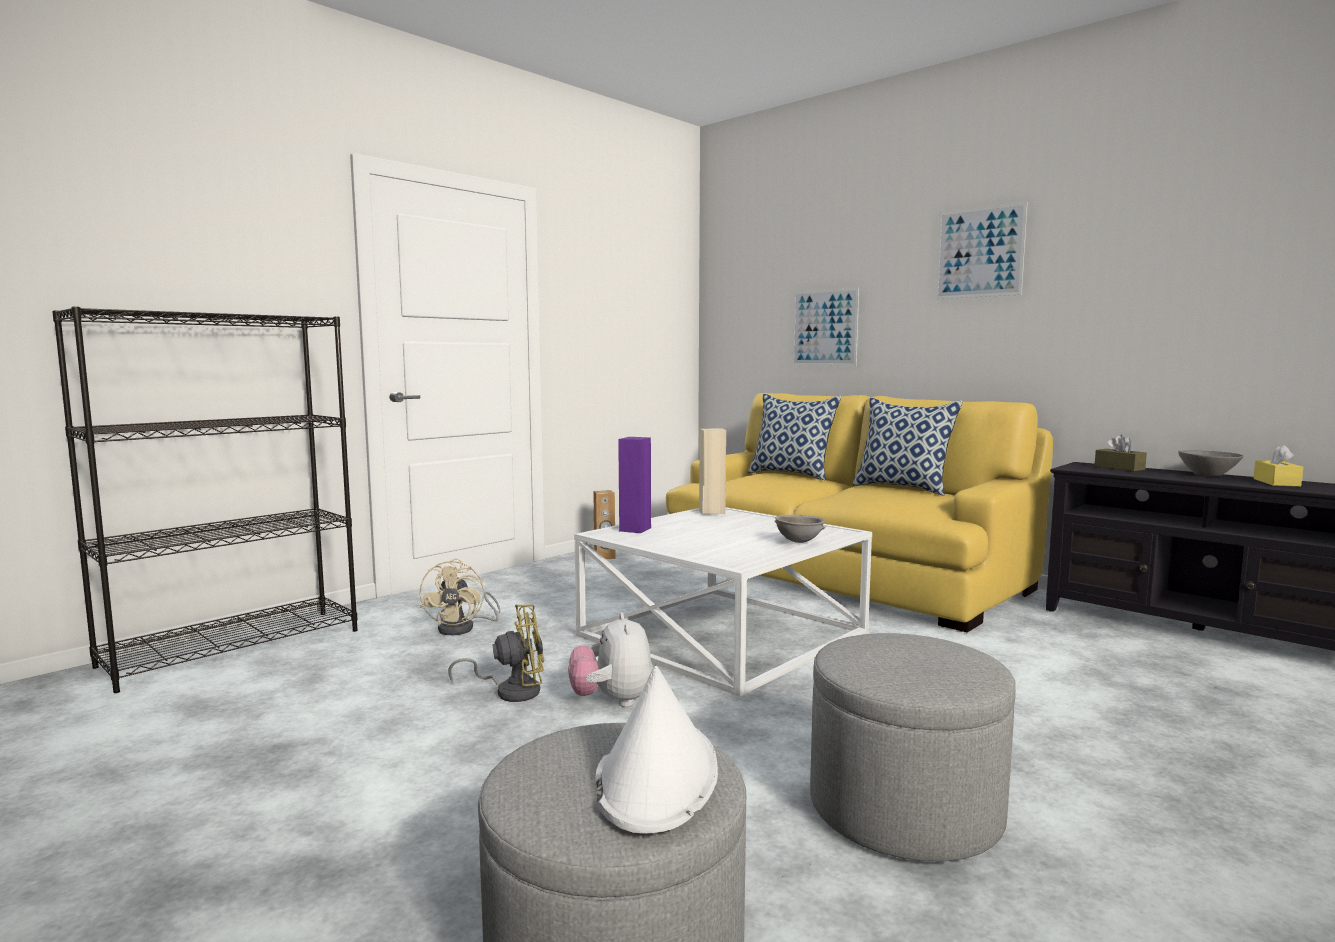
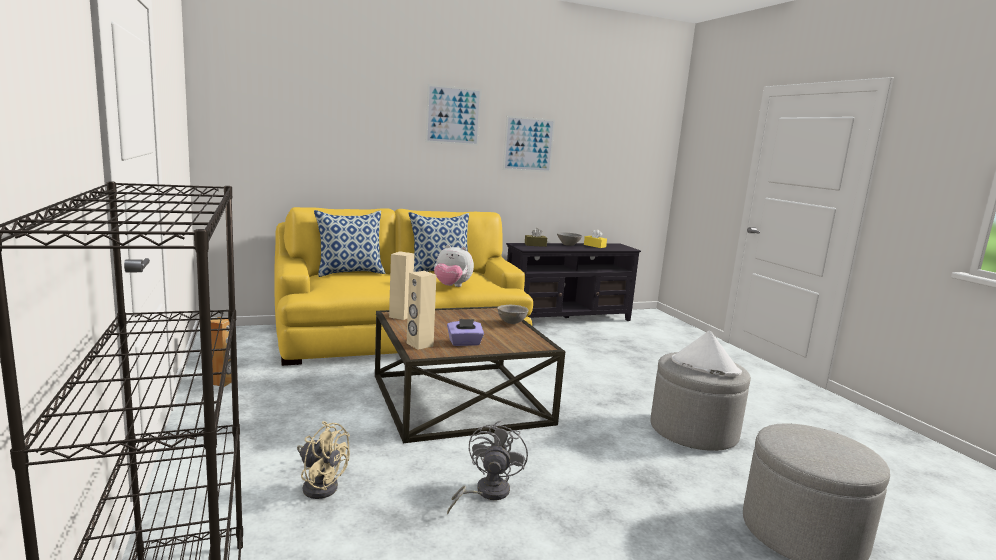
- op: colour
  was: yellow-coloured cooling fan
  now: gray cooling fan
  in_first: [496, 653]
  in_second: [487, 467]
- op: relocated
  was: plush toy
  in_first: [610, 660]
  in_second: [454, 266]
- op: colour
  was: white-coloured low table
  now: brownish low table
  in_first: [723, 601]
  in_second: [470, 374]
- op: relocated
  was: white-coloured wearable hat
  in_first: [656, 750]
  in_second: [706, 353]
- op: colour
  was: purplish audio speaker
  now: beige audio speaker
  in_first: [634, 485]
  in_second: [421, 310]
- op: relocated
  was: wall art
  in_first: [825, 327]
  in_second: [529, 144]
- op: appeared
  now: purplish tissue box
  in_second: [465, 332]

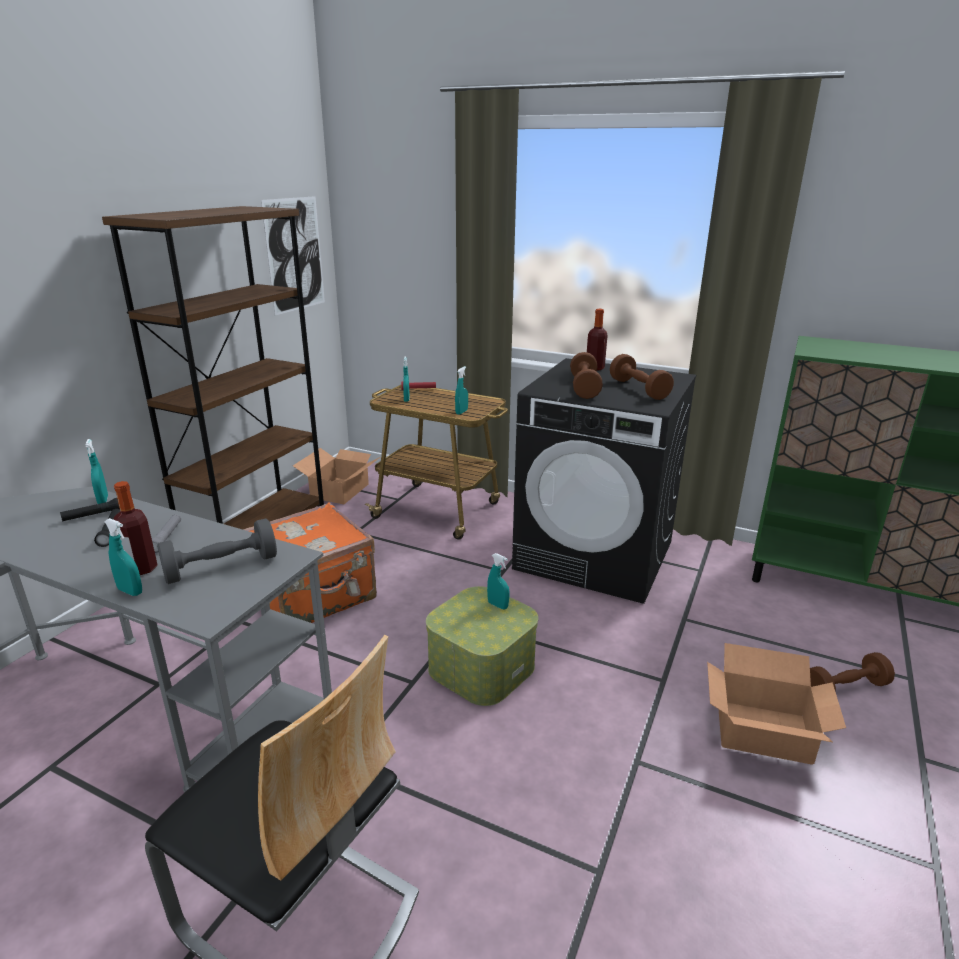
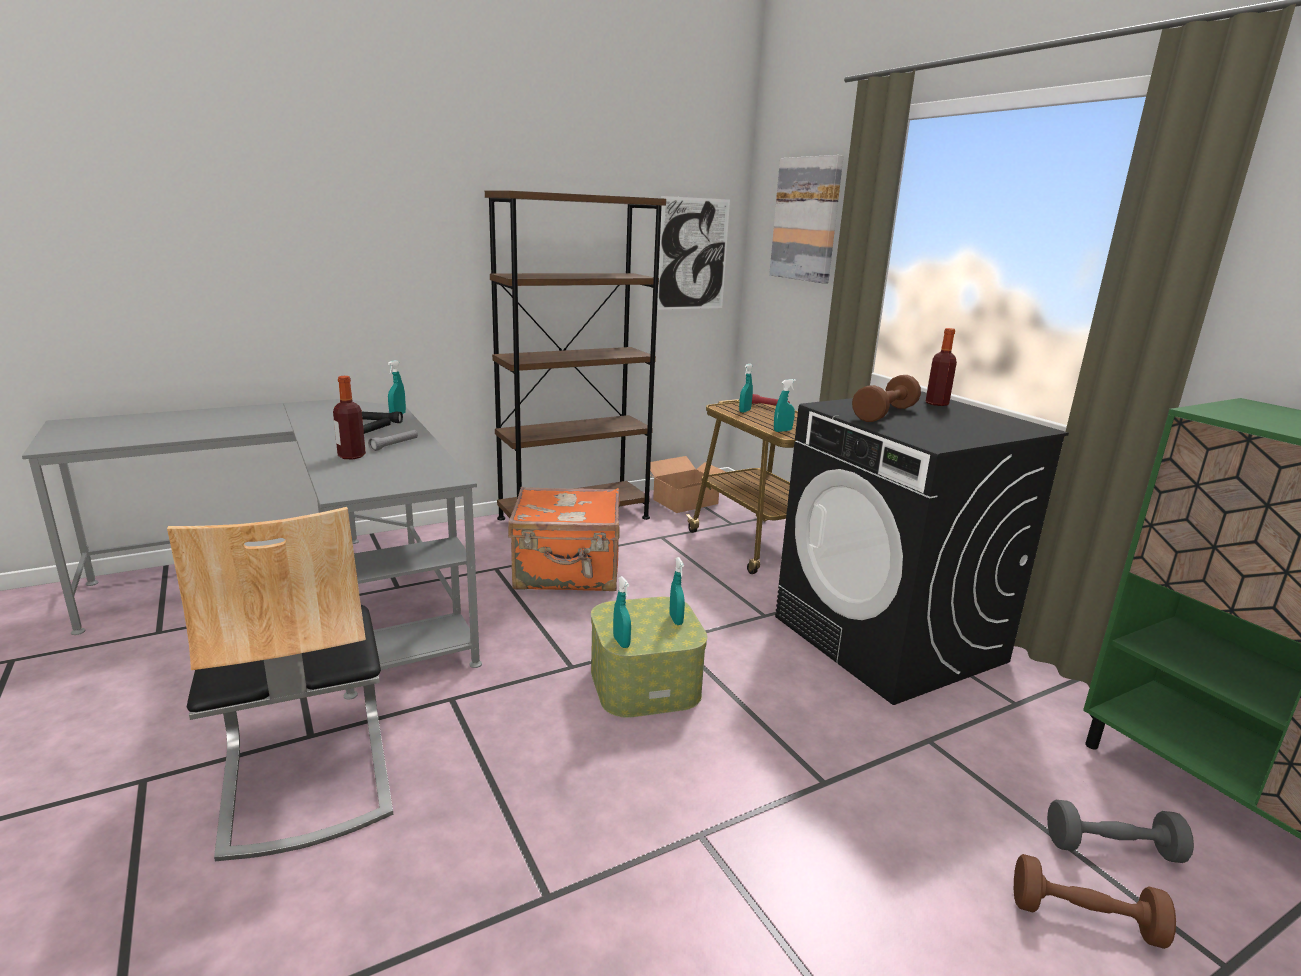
- op: relocated
  was: turquoise sprayer
  in_first: [123, 557]
  in_second: [622, 612]
- op: relocated
  was: gray dumbbell
  in_first: [217, 551]
  in_second: [1120, 831]
- op: missing
  was: brownish dumbbell
  in_first: [642, 377]
- op: missing
  was: packing box
  in_first: [776, 704]
- op: appeared
  now: wall art
  in_second: [806, 219]

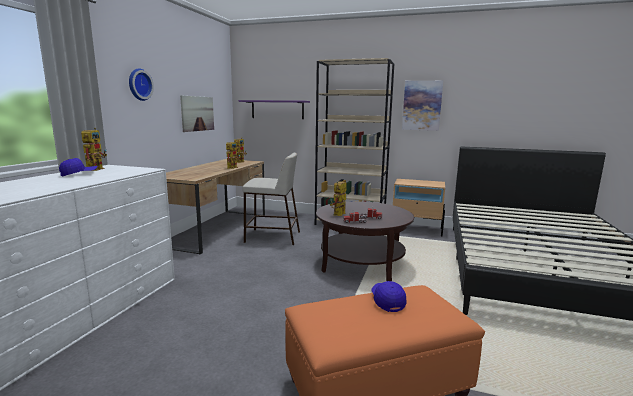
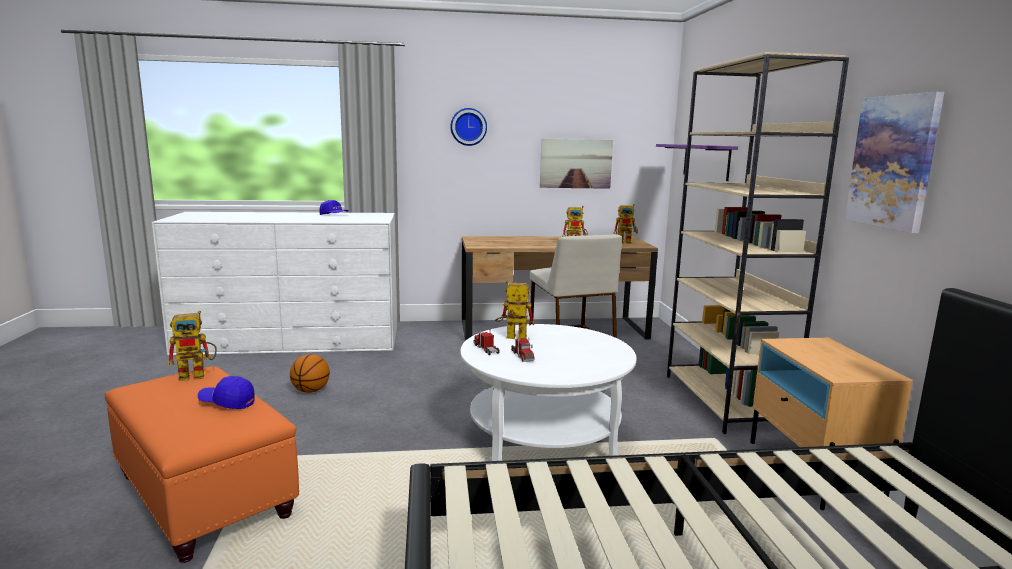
- op: relocated
  was: toy robot
  in_first: [94, 149]
  in_second: [192, 346]
- op: colour
  was: brownish low table
  now: white-coloured low table
  in_first: [365, 241]
  in_second: [548, 392]
- op: spun
  was: blue peaked cap
  in_first: [389, 296]
  in_second: [226, 392]
  clockwise: -135
- op: appeared
  now: basketball ball
  in_second: [310, 373]

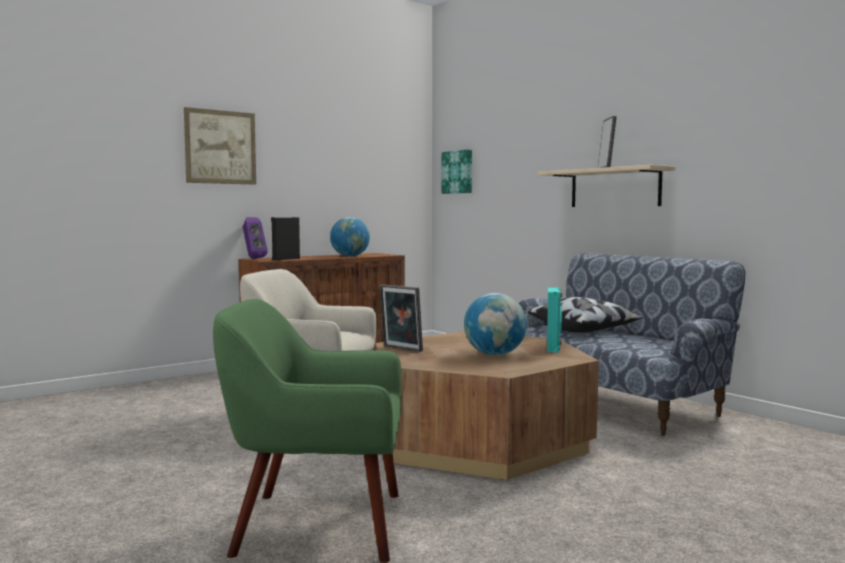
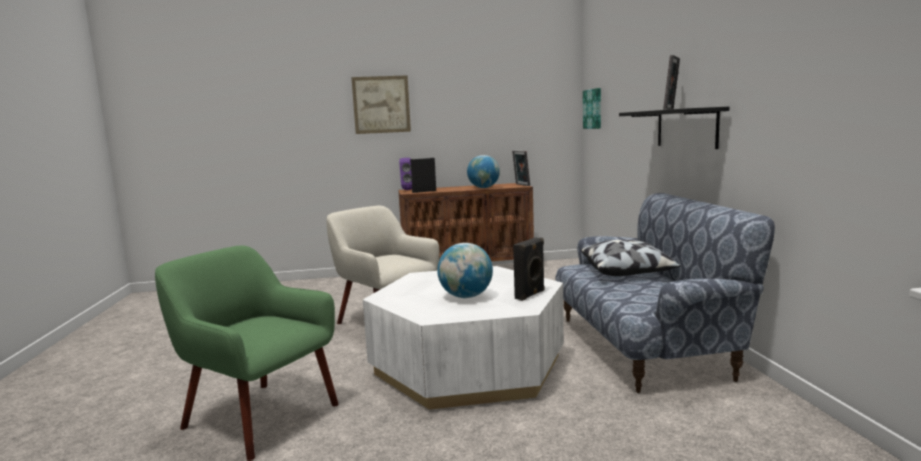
- op: colour
  was: brownish low table
  now: white-coloured low table
  in_first: [487, 406]
  in_second: [463, 338]
- op: relocated
  was: standing frame
  in_first: [401, 318]
  in_second: [521, 168]
- op: colour
  was: beige shelf
  now: blackish shelf
  in_first: [606, 186]
  in_second: [674, 128]
- op: colour
  was: turquoise audio speaker
  now: blackish audio speaker
  in_first: [554, 320]
  in_second: [529, 269]

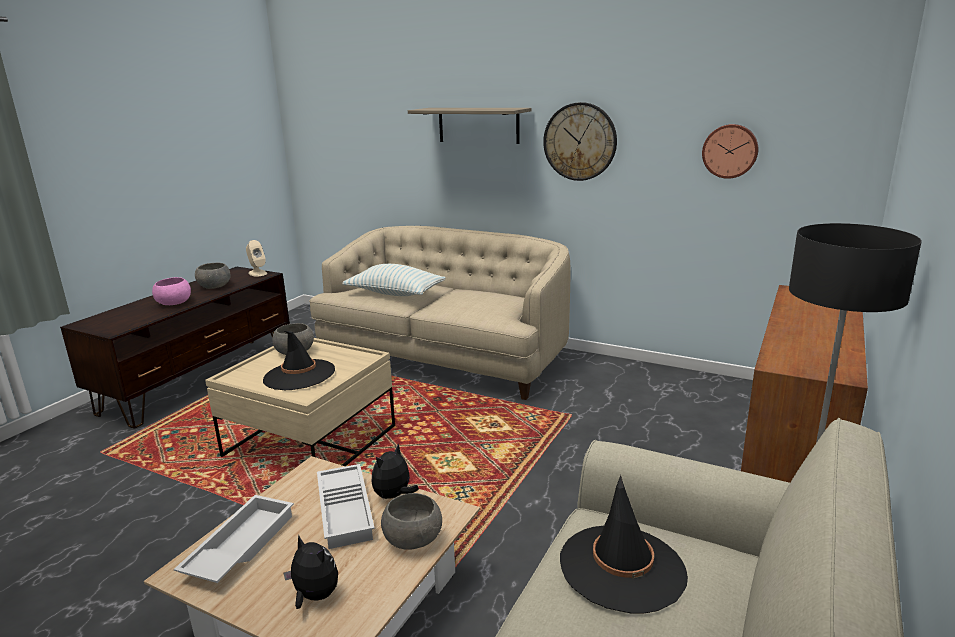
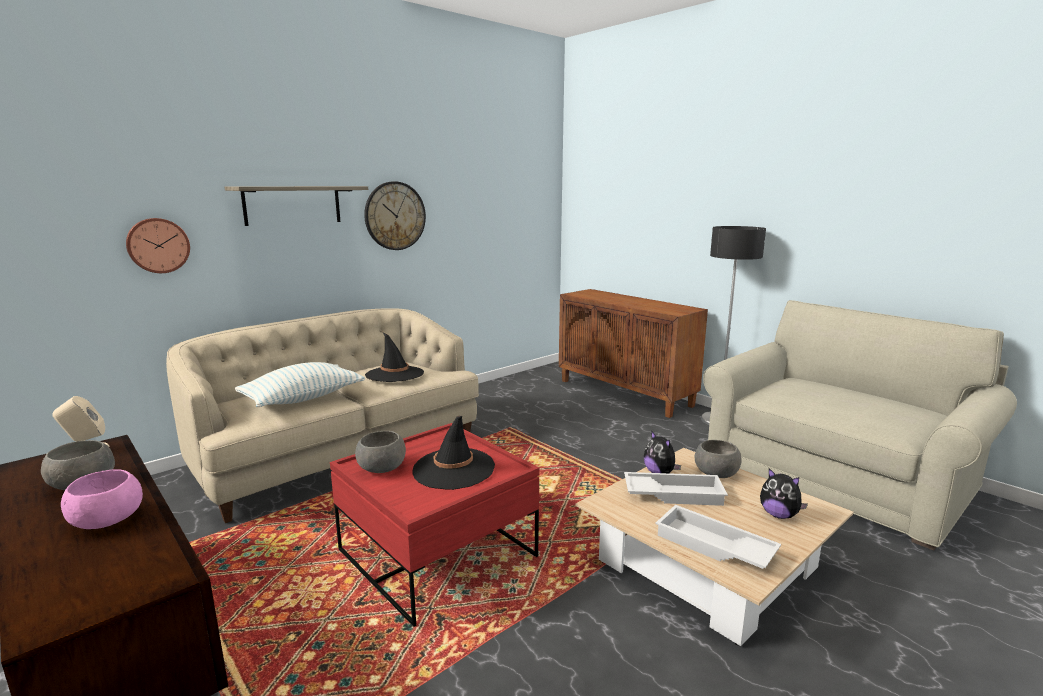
- op: colour
  was: beige low table
  now: red low table
  in_first: [300, 402]
  in_second: [434, 525]
- op: spun
  was: plush toy
  in_first: [310, 572]
  in_second: [784, 493]
  clockwise: -105
- op: relocated
  was: blackish wearable hat
  in_first: [624, 544]
  in_second: [394, 357]
- op: relocated
  was: hanging clock
  in_first: [730, 151]
  in_second: [158, 245]

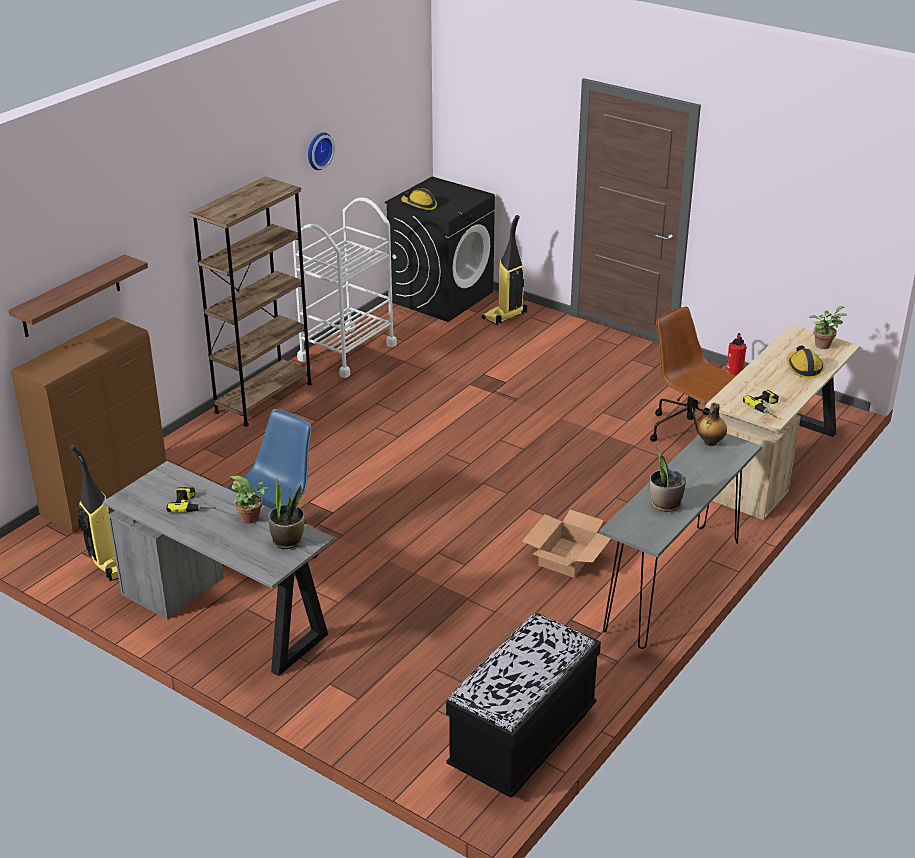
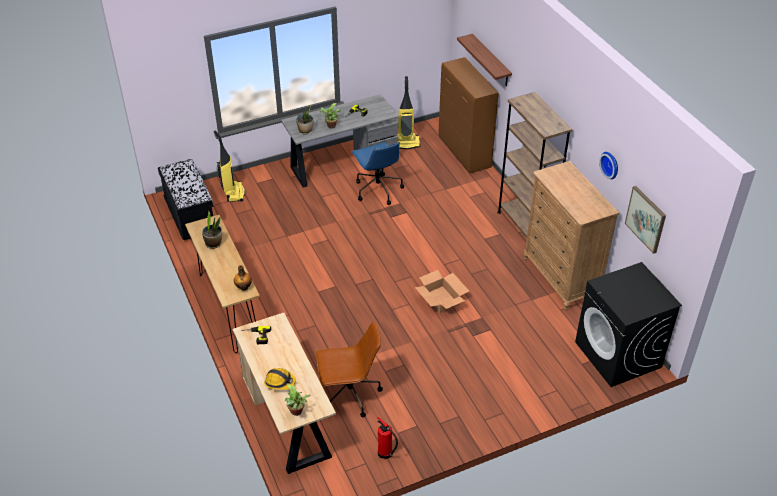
- op: exchanged
  was: white-coloured trolley
  now: brownish chest of drawers
  in_first: [345, 287]
  in_second: [571, 235]
- op: missing
  was: work helmet
  in_first: [419, 199]
- op: relocated
  was: hoover
  in_first: [504, 270]
  in_second: [229, 166]
- op: relocated
  was: packing box
  in_first: [566, 544]
  in_second: [442, 291]
- op: colour
  was: gray console table
  now: brownish console table
  in_first: [680, 541]
  in_second: [222, 284]
- op: appeared
  now: wall art
  in_second: [645, 220]

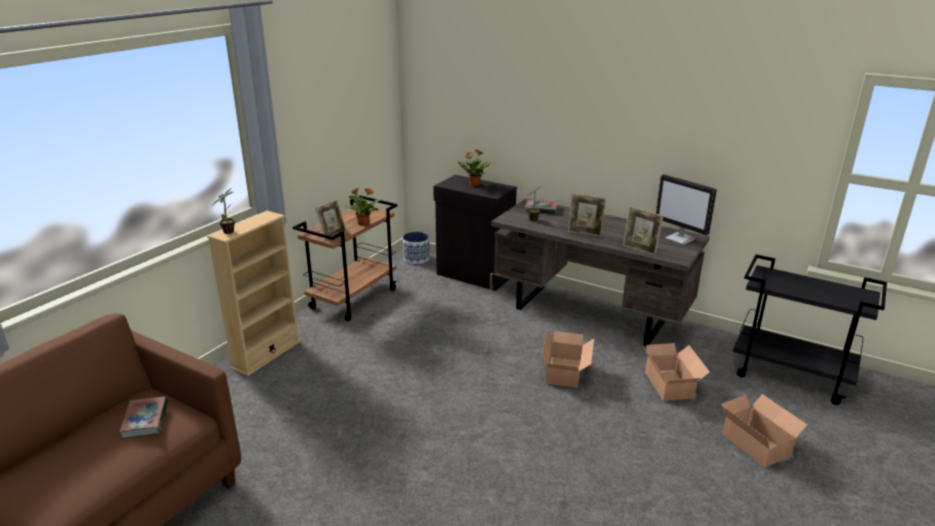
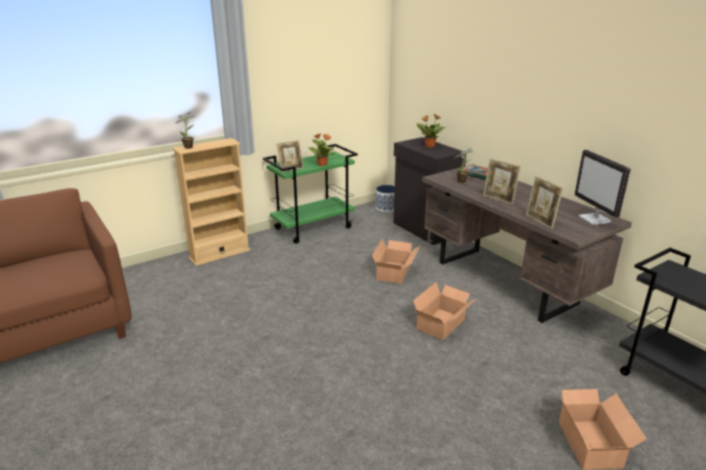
- op: missing
  was: book
  in_first: [143, 417]
- op: colour
  was: brownish trolley
  now: green-coloured trolley
  in_first: [345, 258]
  in_second: [310, 194]
- op: relocated
  was: packing box
  in_first: [677, 372]
  in_second: [396, 261]

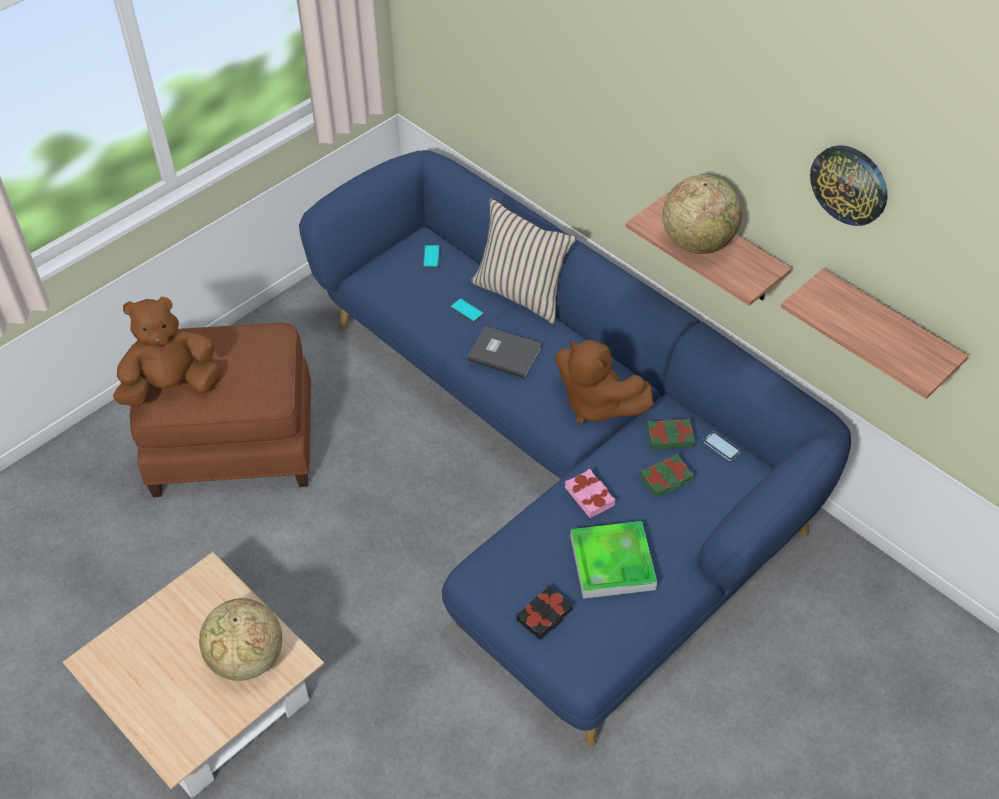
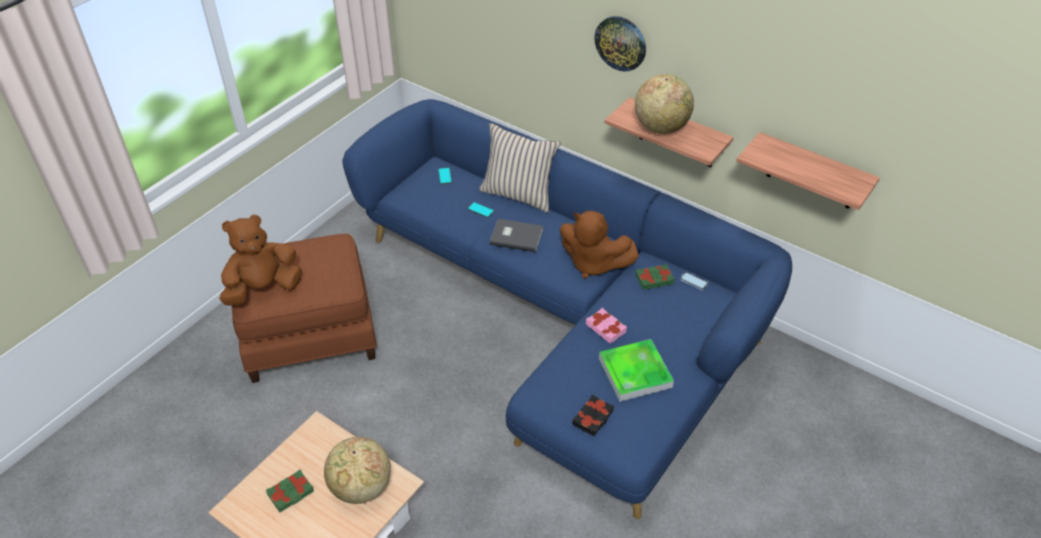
- op: relocated
  was: green-coloured book
  in_first: [667, 476]
  in_second: [290, 491]
- op: relocated
  was: hanging clock
  in_first: [849, 185]
  in_second: [620, 43]

